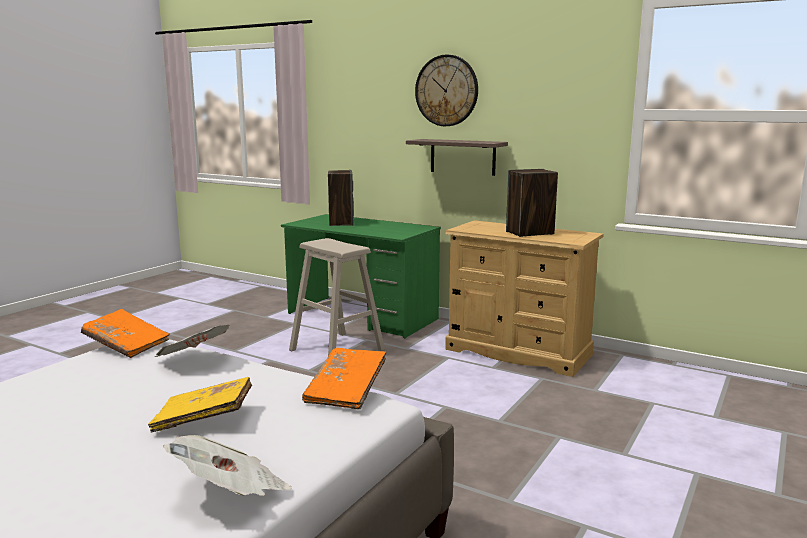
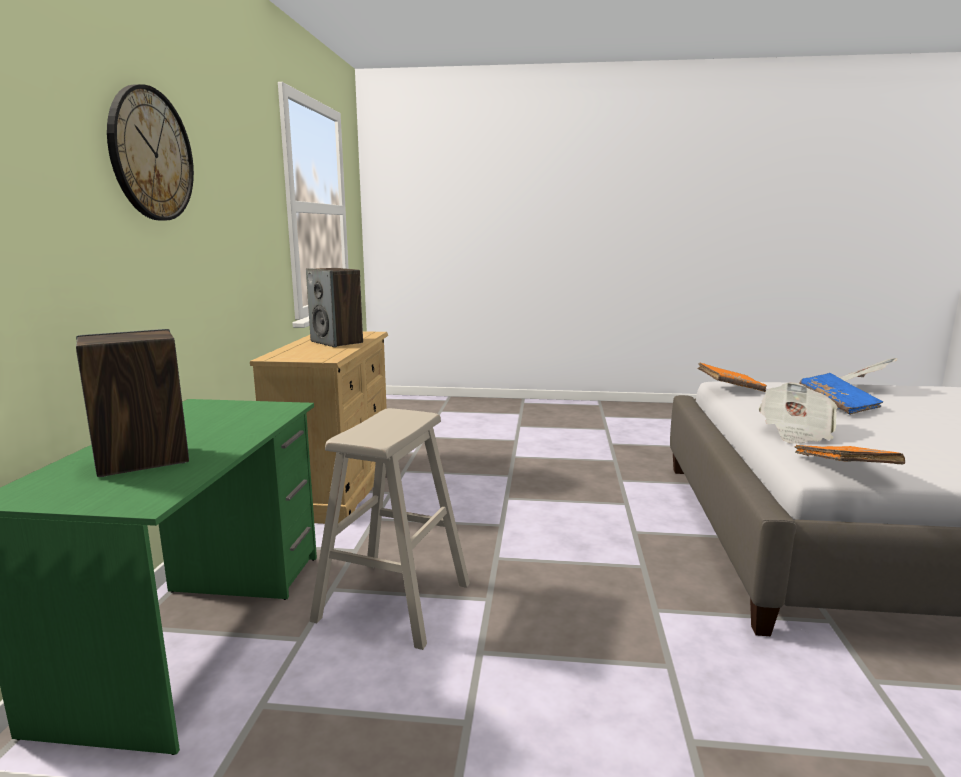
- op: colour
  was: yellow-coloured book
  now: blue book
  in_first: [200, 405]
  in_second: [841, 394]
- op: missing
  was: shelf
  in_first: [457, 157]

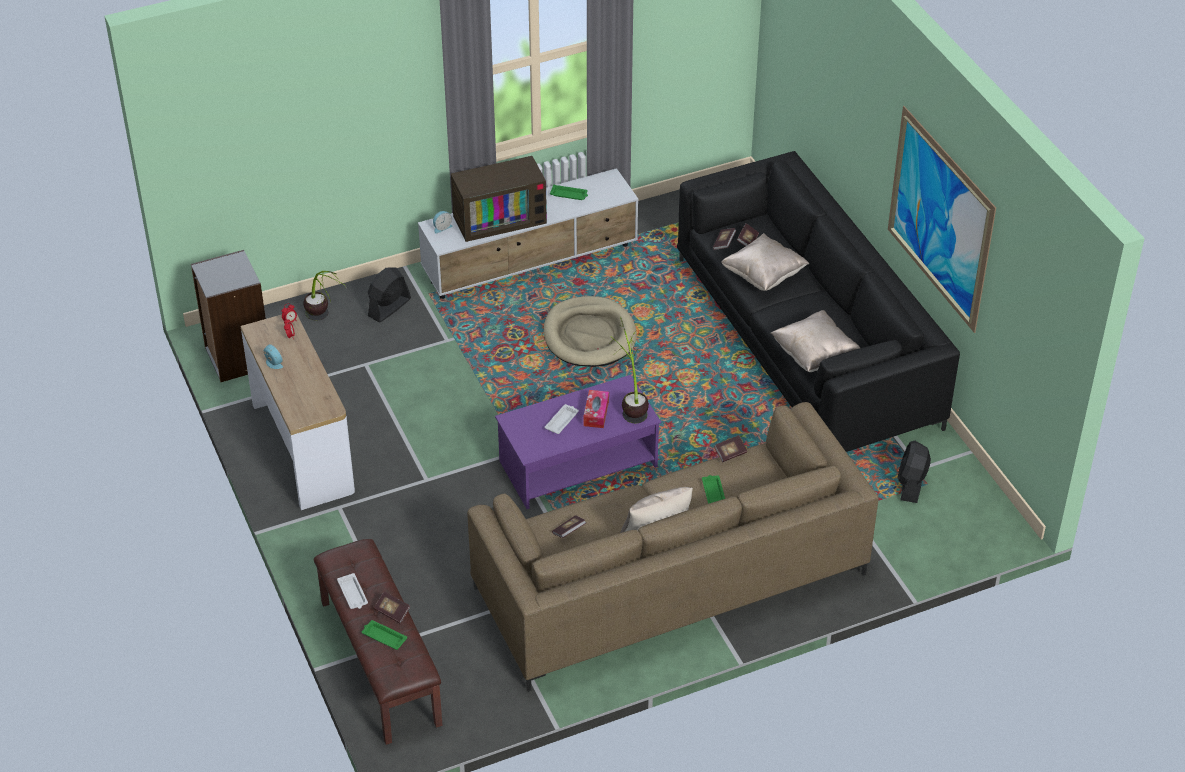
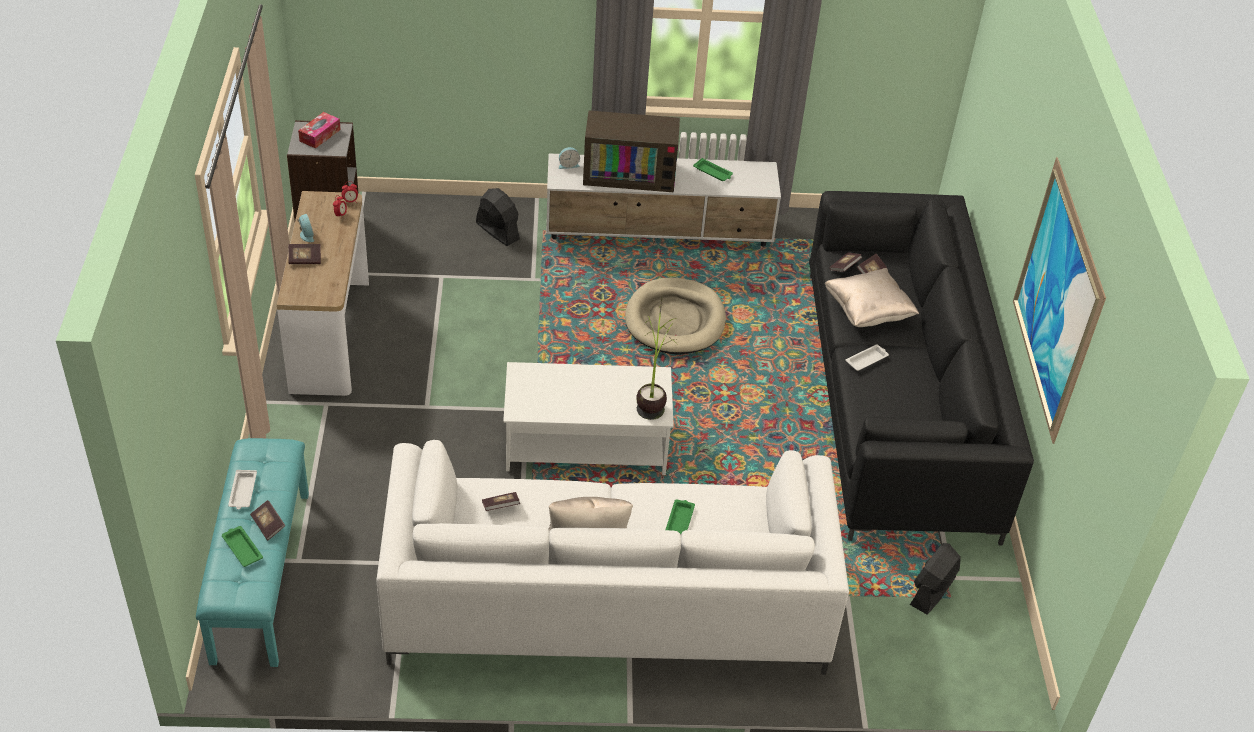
- op: missing
  was: houseplant
  in_first: [324, 296]
- op: colour
  was: brownish indoor bench
  now: turquoise indoor bench
  in_first: [378, 642]
  in_second: [252, 552]
- op: spun
  was: blackish cooling fan
  in_first: [389, 295]
  in_second: [498, 217]
  clockwise: 75
- op: colour
  was: brownish sofa
  now: white-coloured sofa
  in_first: [673, 547]
  in_second: [612, 557]
- op: colour
  was: purplish low table
  now: white-coloured low table
  in_first: [578, 442]
  in_second: [588, 418]
- op: relocated
  was: white-coloured tray
  in_first: [561, 419]
  in_second: [867, 357]
- op: relocated
  was: tissue box
  in_first: [596, 409]
  in_second: [319, 130]
- op: relocated
  was: book
  in_first: [730, 448]
  in_second: [304, 254]
- op: missing
  was: beige throw pillow
  in_first: [815, 341]

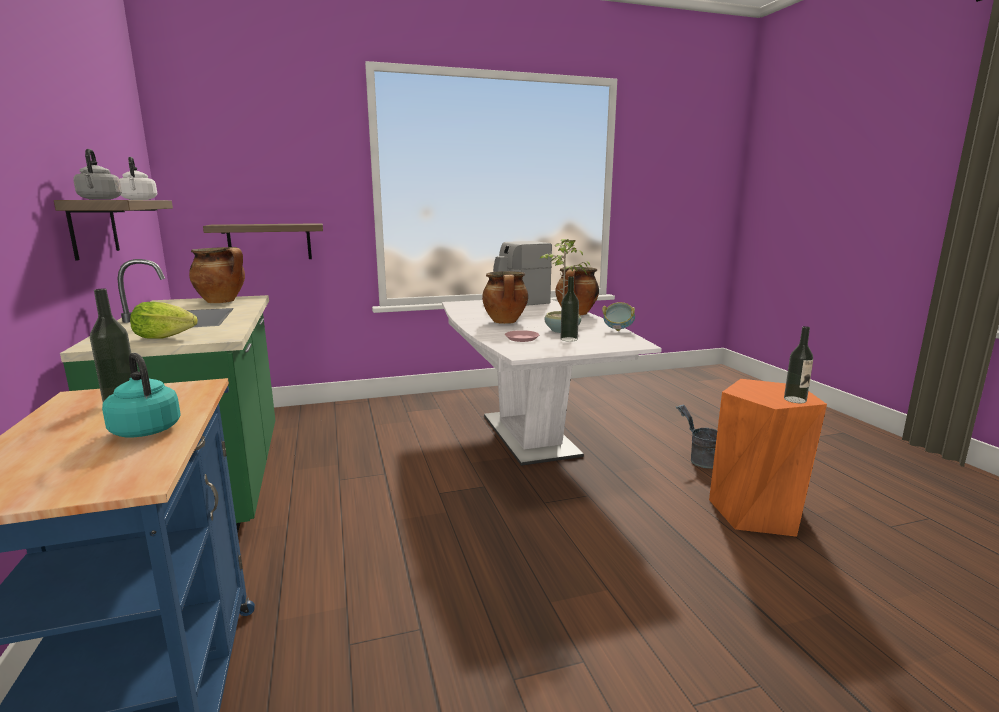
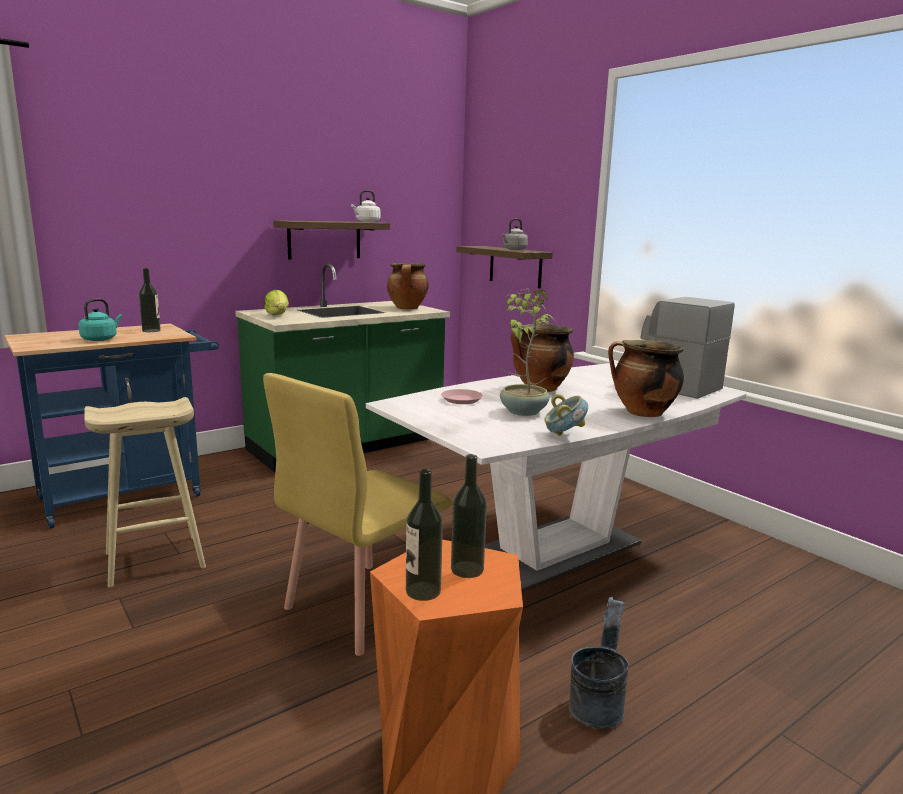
- op: relocated
  was: gray water kettle
  in_first: [97, 174]
  in_second: [514, 234]
- op: relocated
  was: drink bottle
  in_first: [570, 309]
  in_second: [469, 516]
- op: appeared
  now: beige sitting stool
  in_second: [145, 492]
- op: appeared
  now: yellow-coloured chair
  in_second: [357, 514]

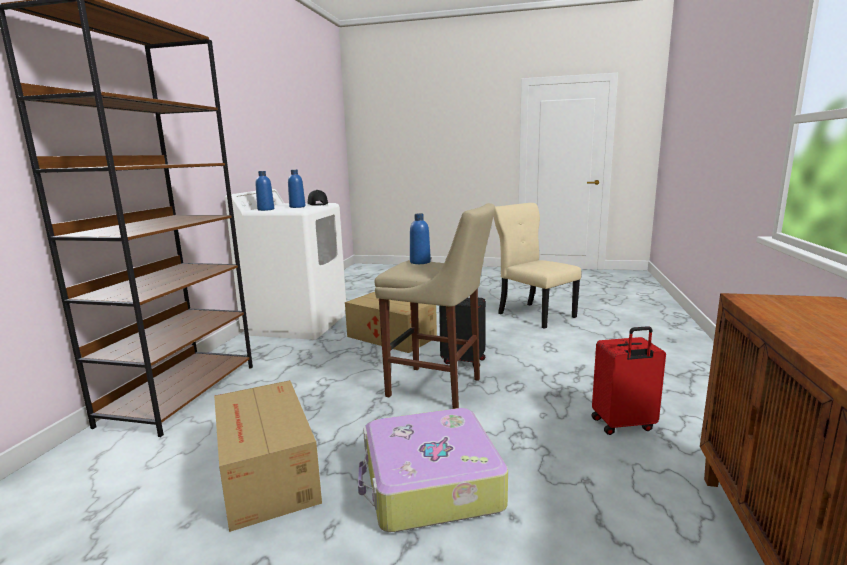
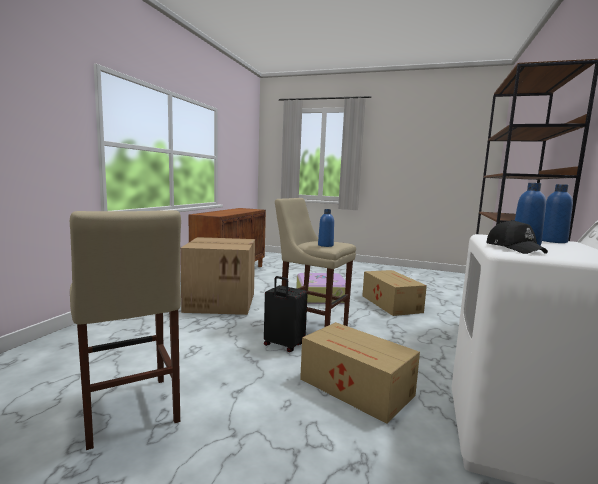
- op: exchanged
  was: beige chair
  now: beige sitting stool
  in_first: [537, 266]
  in_second: [125, 330]
- op: exchanged
  was: red piece of luggage
  now: packing box
  in_first: [629, 380]
  in_second: [217, 276]

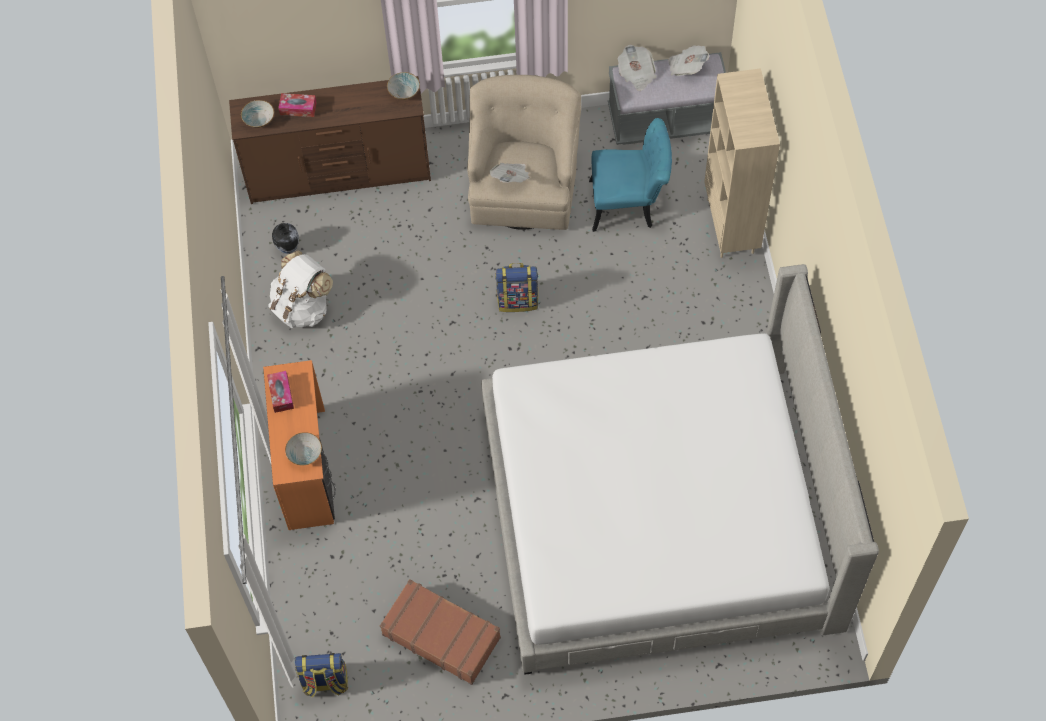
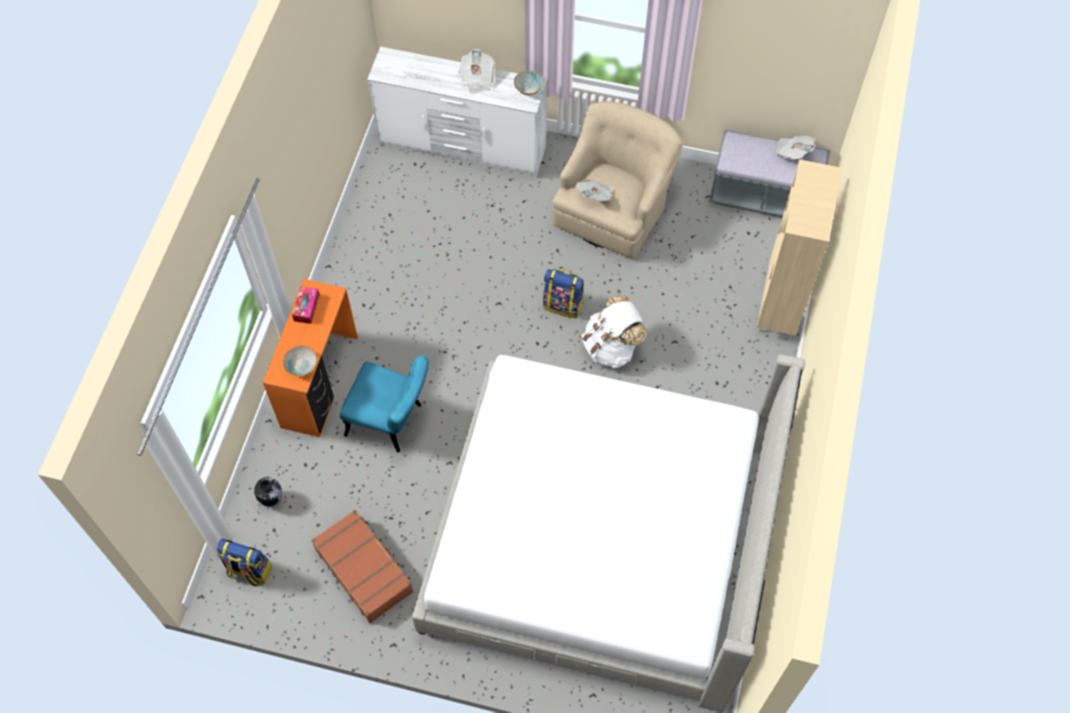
- op: colour
  was: brownish chest of drawers
  now: white-coloured chest of drawers
  in_first: [330, 140]
  in_second: [457, 111]
- op: missing
  was: serving bowl
  in_first: [257, 114]
- op: relocated
  was: white-coloured knapsack
  in_first: [300, 289]
  in_second: [614, 332]
- op: relocated
  was: decorative vase
  in_first: [285, 238]
  in_second: [268, 492]
- op: missing
  was: tissue box
  in_first: [297, 105]
- op: relocated
  was: turquoise chair
  in_first: [630, 175]
  in_second: [384, 404]
- op: relocated
  was: newspaper
  in_first: [637, 67]
  in_second: [477, 71]

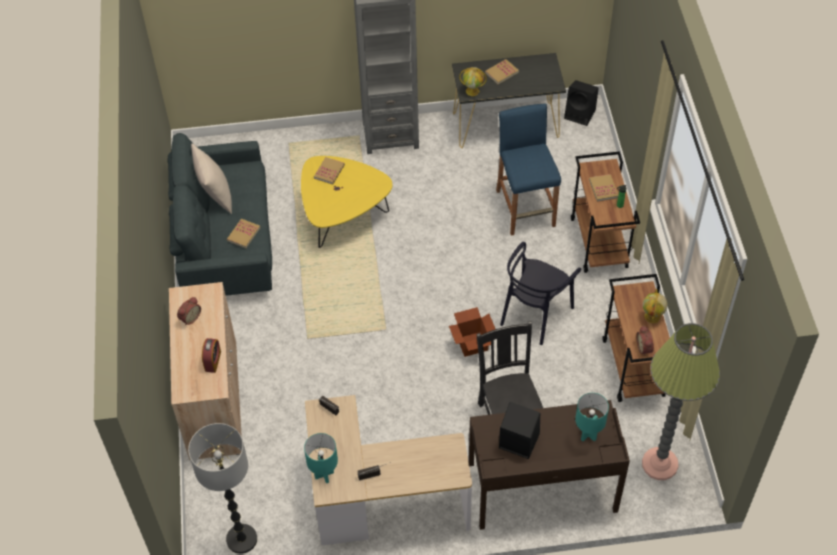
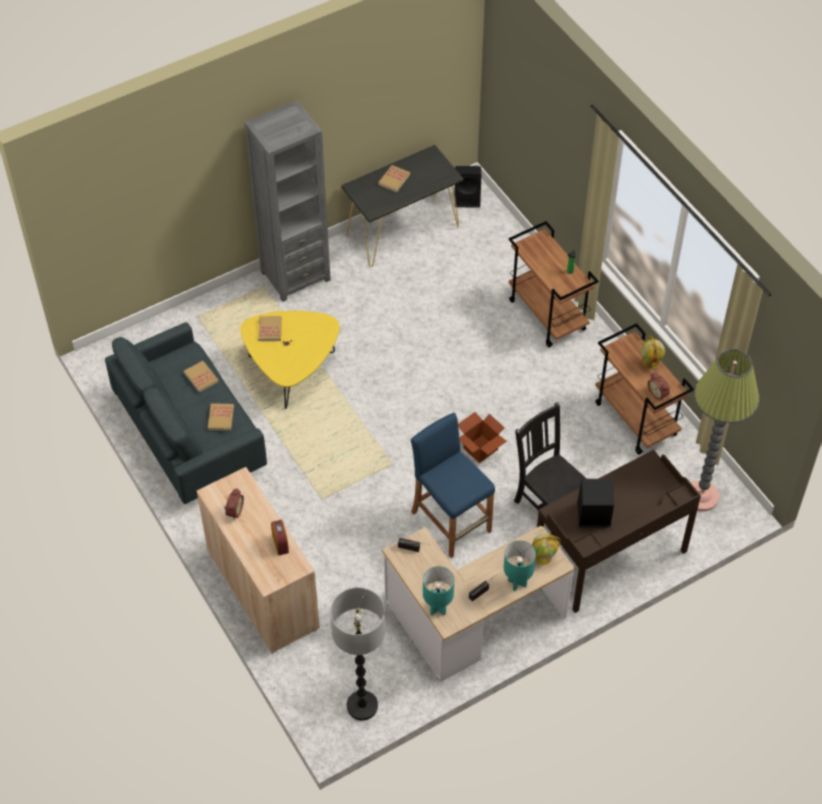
- op: missing
  was: beige throw pillow
  in_first: [211, 179]
- op: relocated
  was: world globe
  in_first: [473, 81]
  in_second: [546, 549]
- op: relocated
  was: blue sitting stool
  in_first: [528, 169]
  in_second: [453, 485]
- op: missing
  was: blackish chair
  in_first: [540, 293]
- op: relocated
  was: turquoise tabletop lamp
  in_first: [592, 417]
  in_second: [520, 566]
- op: relocated
  was: book
  in_first: [603, 188]
  in_second: [201, 377]

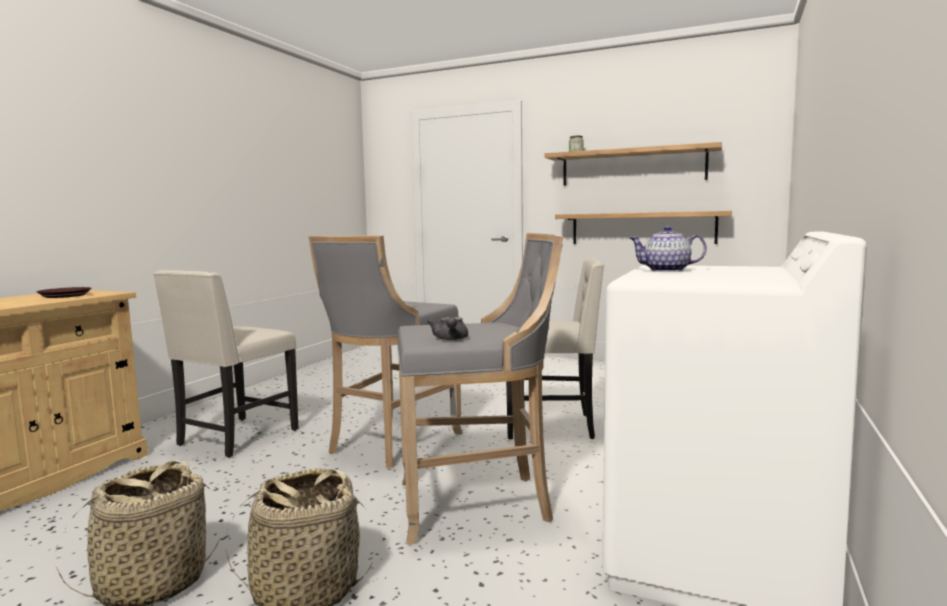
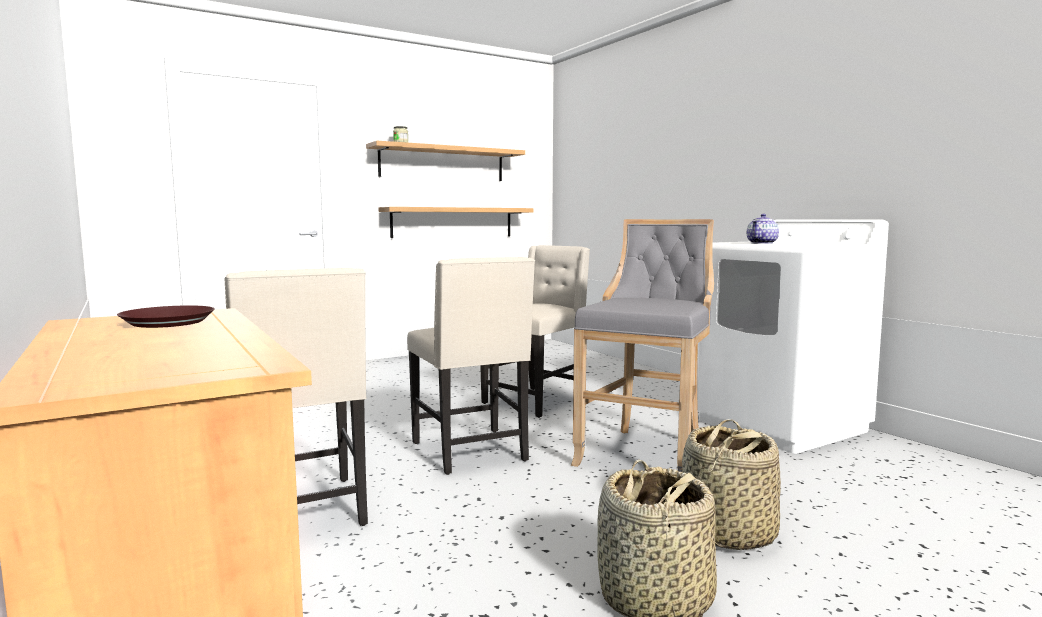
- op: exchanged
  was: gray sitting stool
  now: beige chair
  in_first: [385, 351]
  in_second: [471, 366]
- op: missing
  was: gray teapot
  in_first: [447, 328]

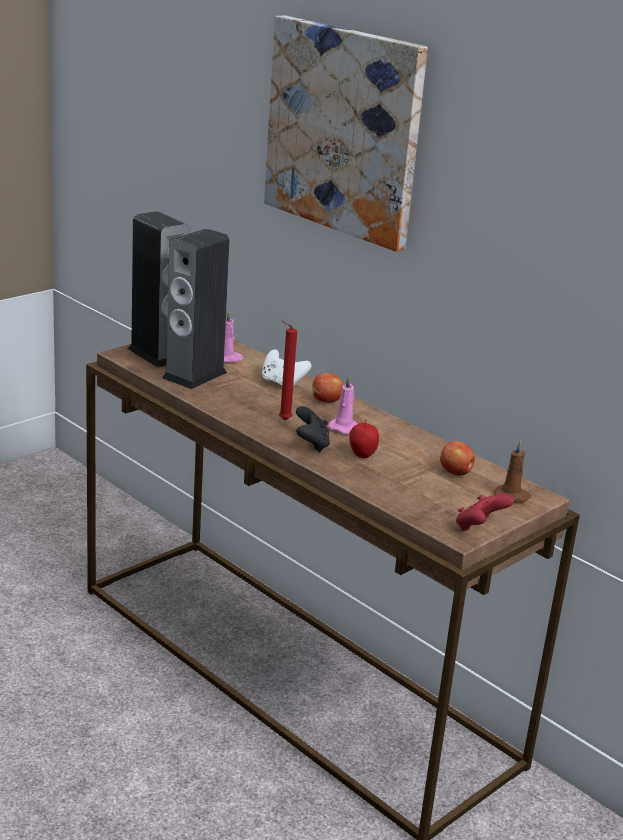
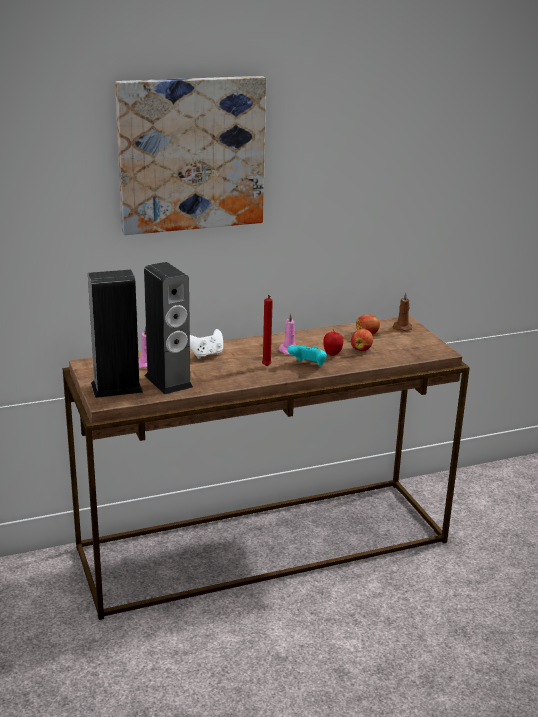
- op: colour
  was: blackish gamepad
  now: turquoise gamepad
  in_first: [313, 429]
  in_second: [307, 355]
- op: relocated
  was: whole apple
  in_first: [328, 388]
  in_second: [362, 340]
- op: missing
  was: red gamepad
  in_first: [485, 512]

